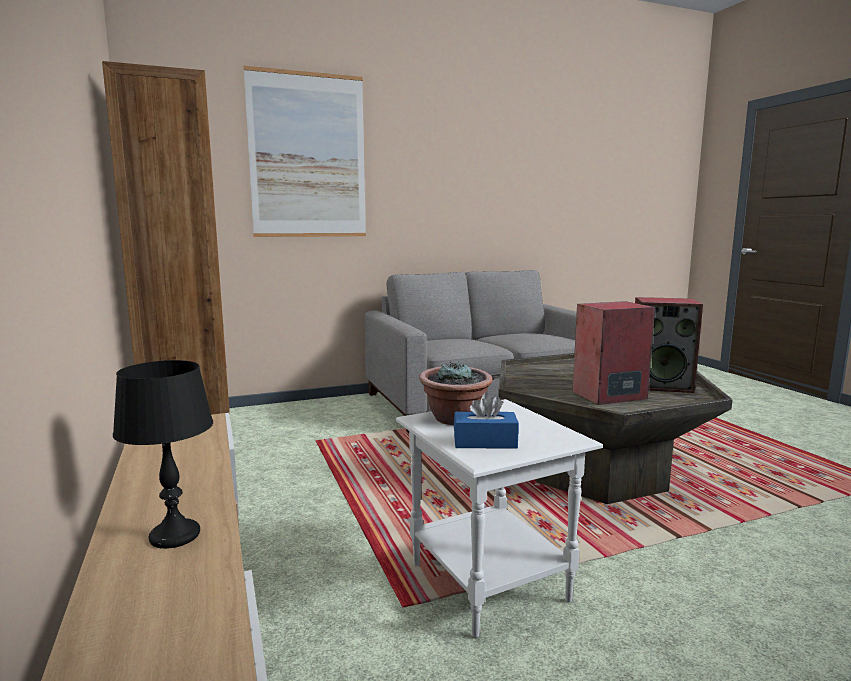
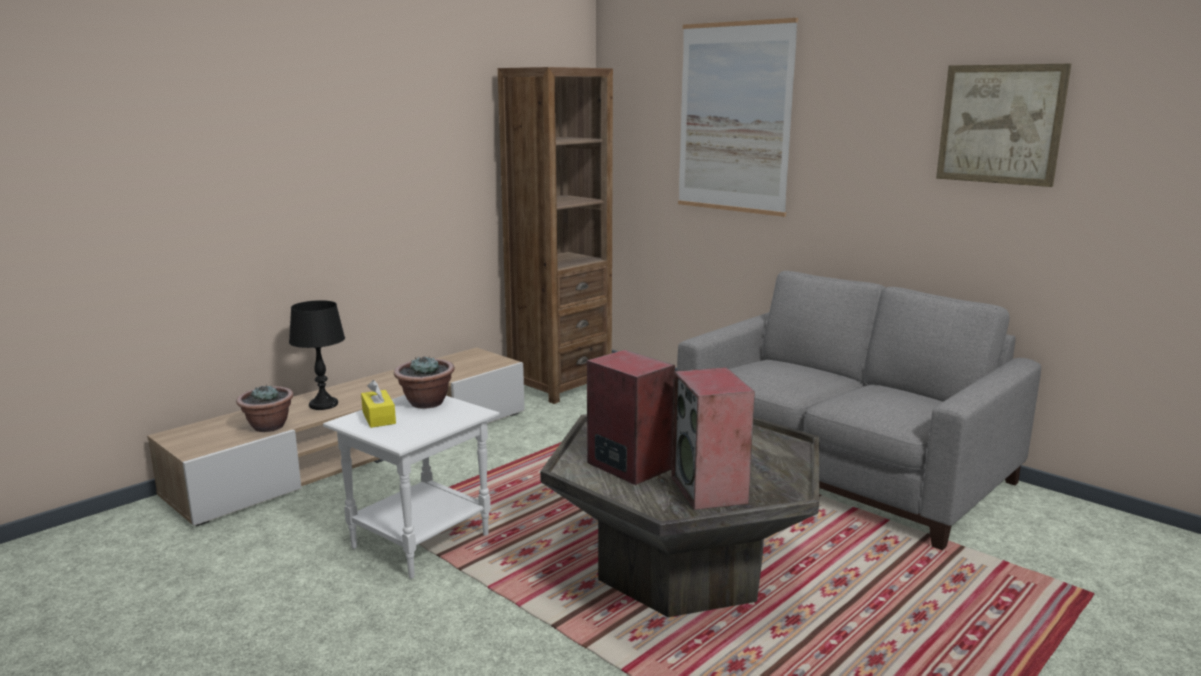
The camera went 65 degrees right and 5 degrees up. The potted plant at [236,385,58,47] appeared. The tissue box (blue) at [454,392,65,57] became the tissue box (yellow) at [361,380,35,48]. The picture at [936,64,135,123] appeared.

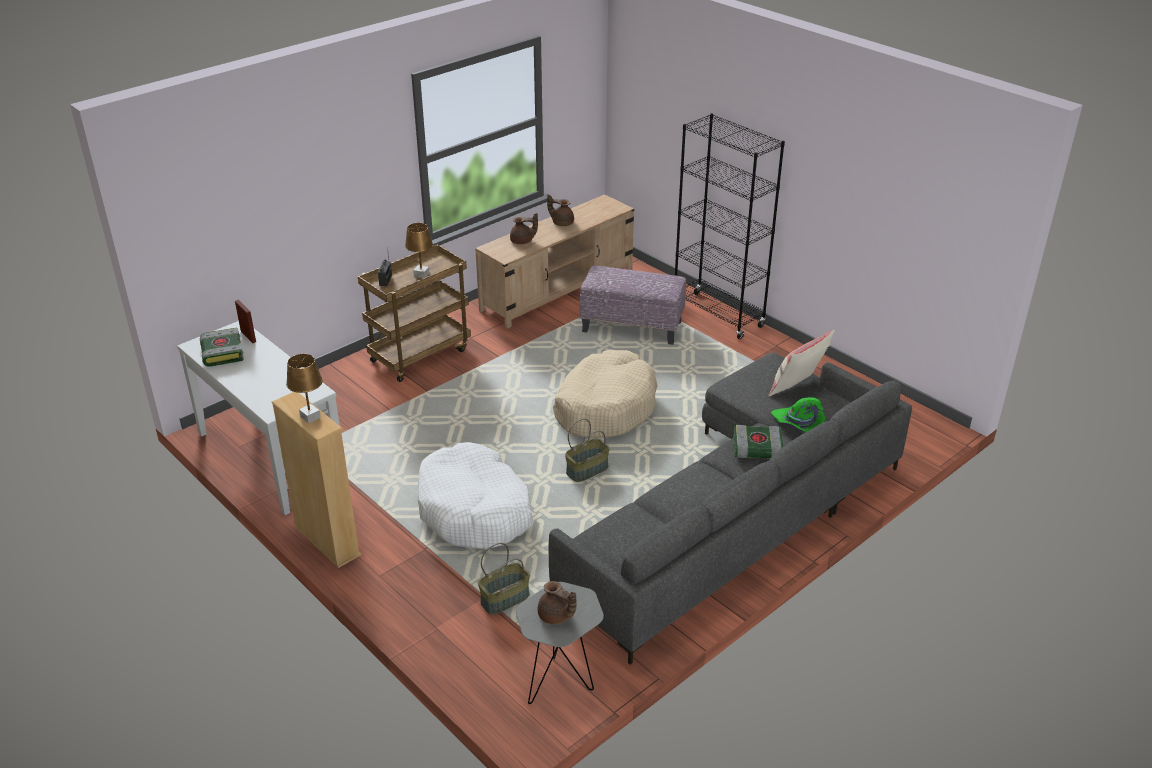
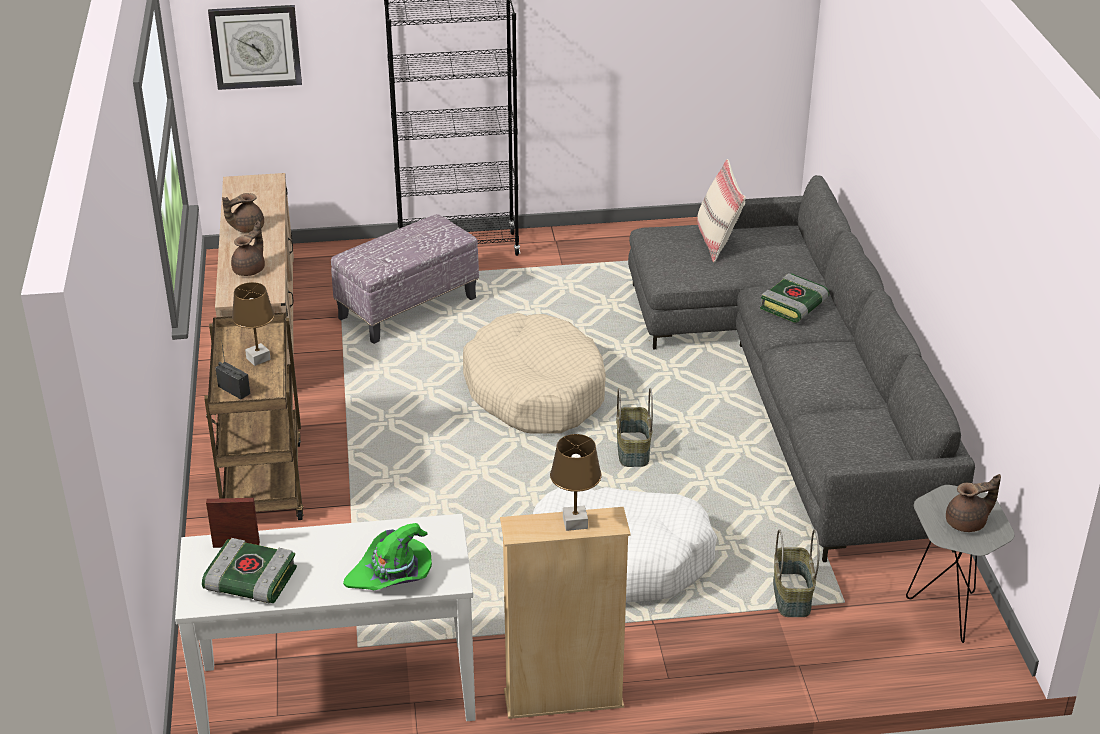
The camera went 55 degrees left and 0 degrees up. The wall clock at [208,5,94,85] appeared. The hat (green) moved from [771,397,54,35] to [343,523,89,67].

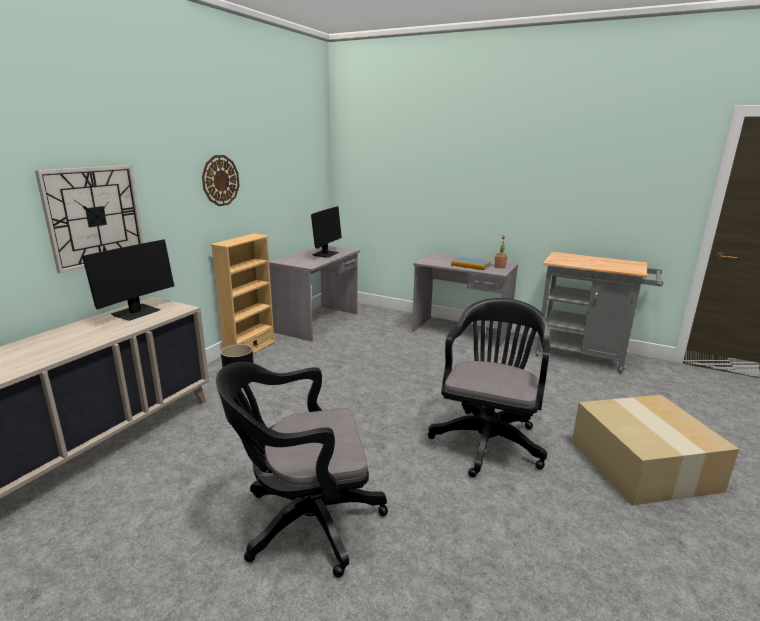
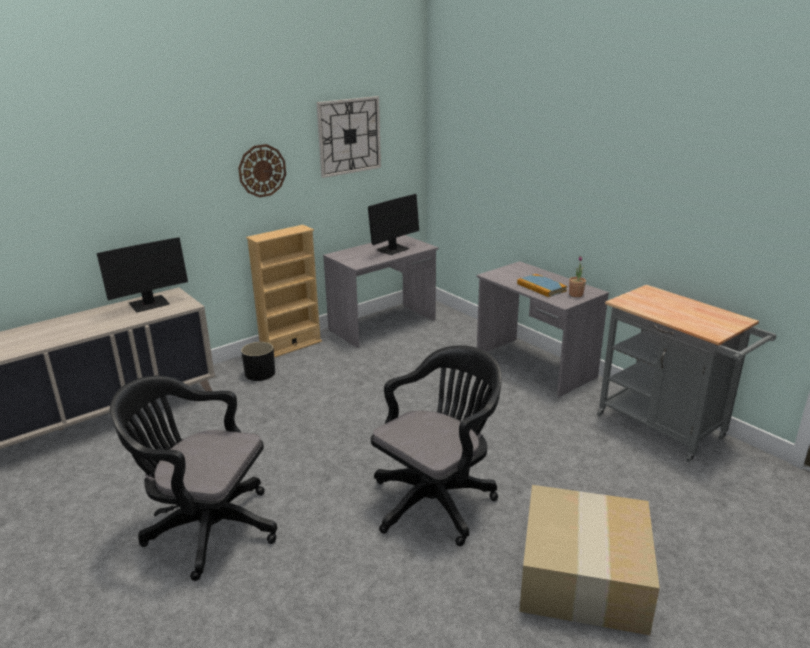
The camera went 25 degrees right and 5 degrees up. The wall clock moved from [35,165,109,108] to [316,96,65,82].

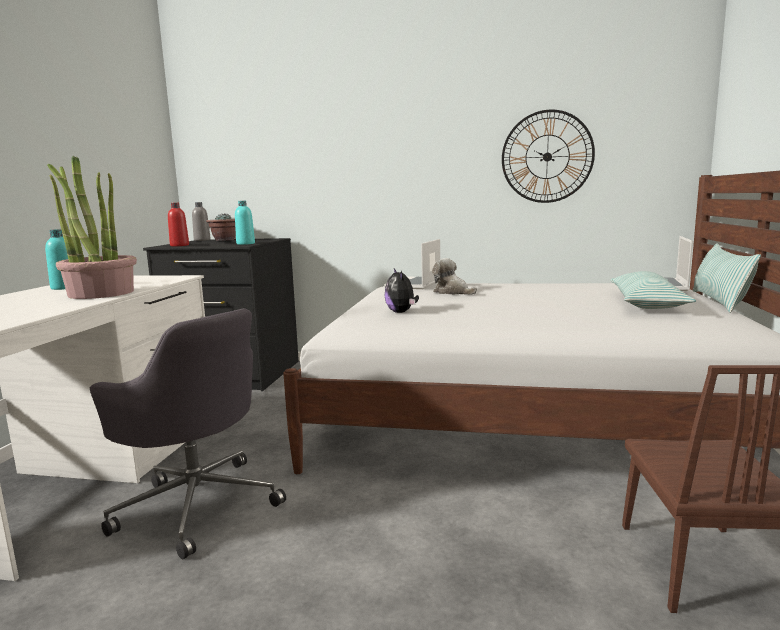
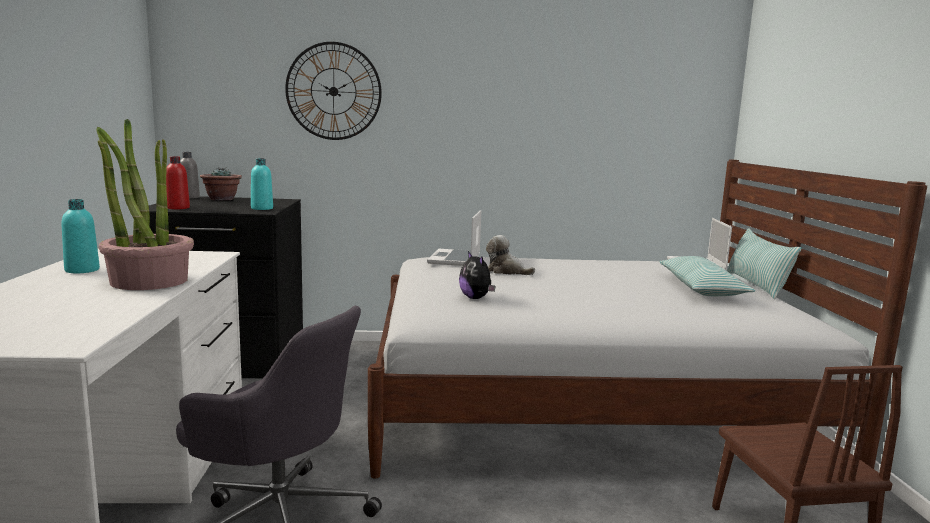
The camera went 15 degrees left and 0 degrees up. The wall clock moved from [502,110,93,93] to [285,42,97,98].

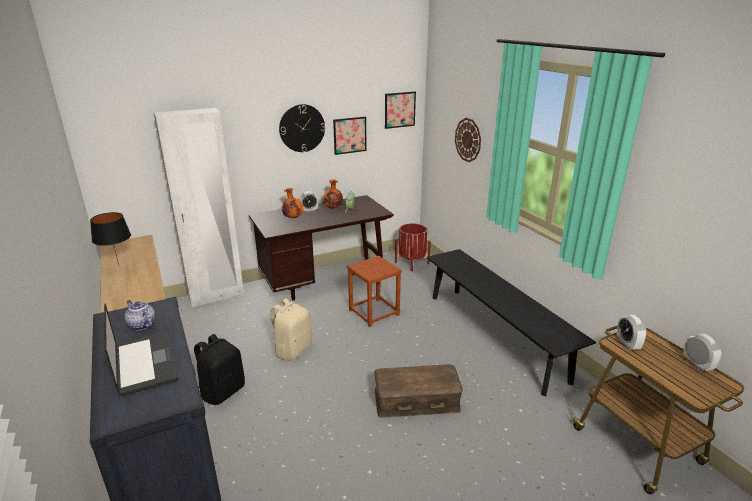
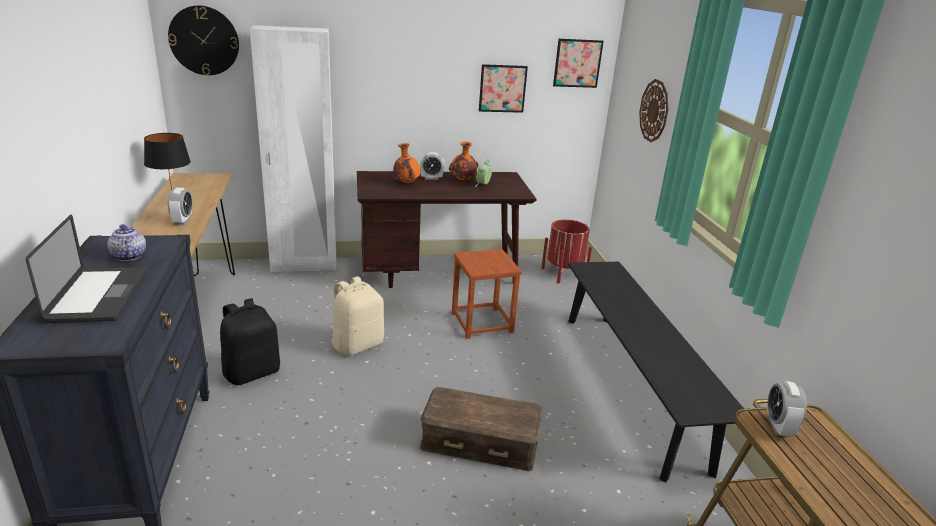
The camera went 15 degrees right and 0 degrees up. The wall clock moved from [279,104,46,48] to [168,5,71,70]. The alarm clock moved from [683,333,38,38] to [168,188,24,37].

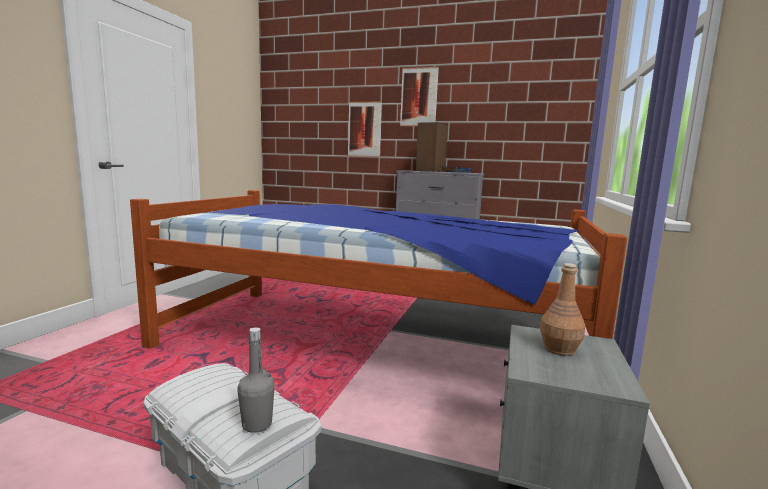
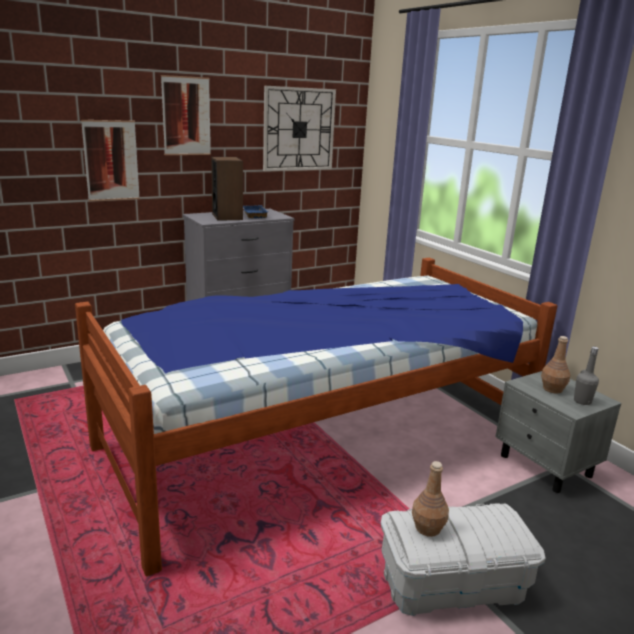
The camera went 50 degrees left and 10 degrees up. The wall clock at [263,86,73,85] appeared. The bottle (brown) at [412,461,37,76] appeared. The bottle (grey) moved from [237,327,38,106] to [574,347,25,58].

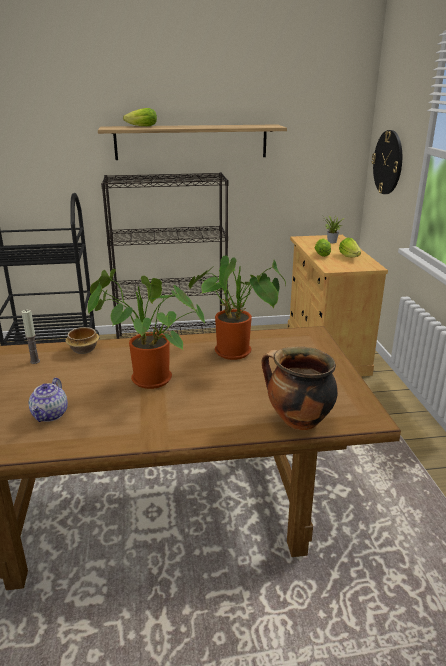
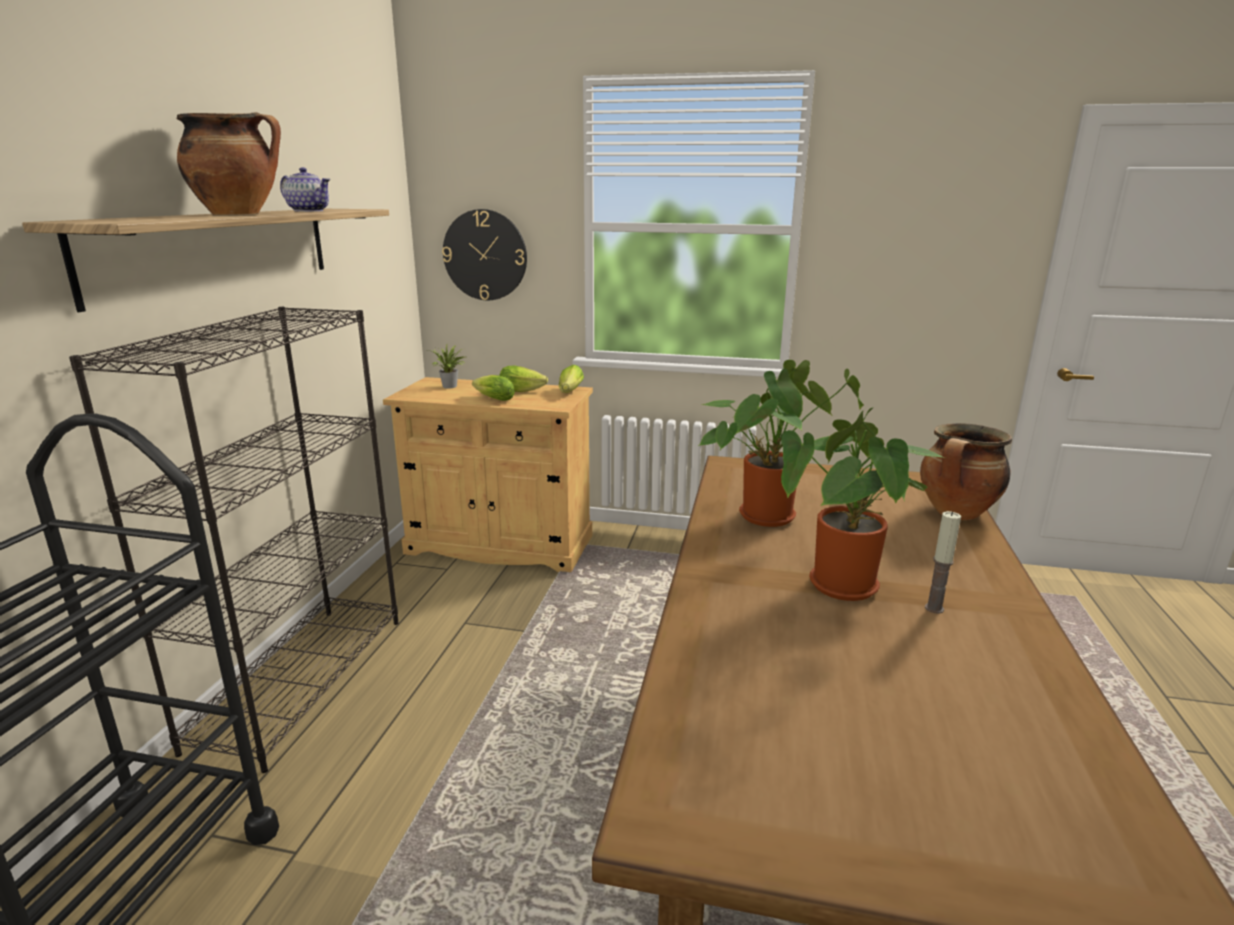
The camera went 70 degrees left and 5 degrees down. The cooking pot at [177,112,104,103] appeared. The teapot moved from [29,378,39,44] to [280,167,50,45]. The lettuce moved from [123,108,34,18] to [559,365,25,28]. The candle moved from [21,310,19,54] to [925,511,36,103]. The bowl at [65,327,34,27] disappeared.

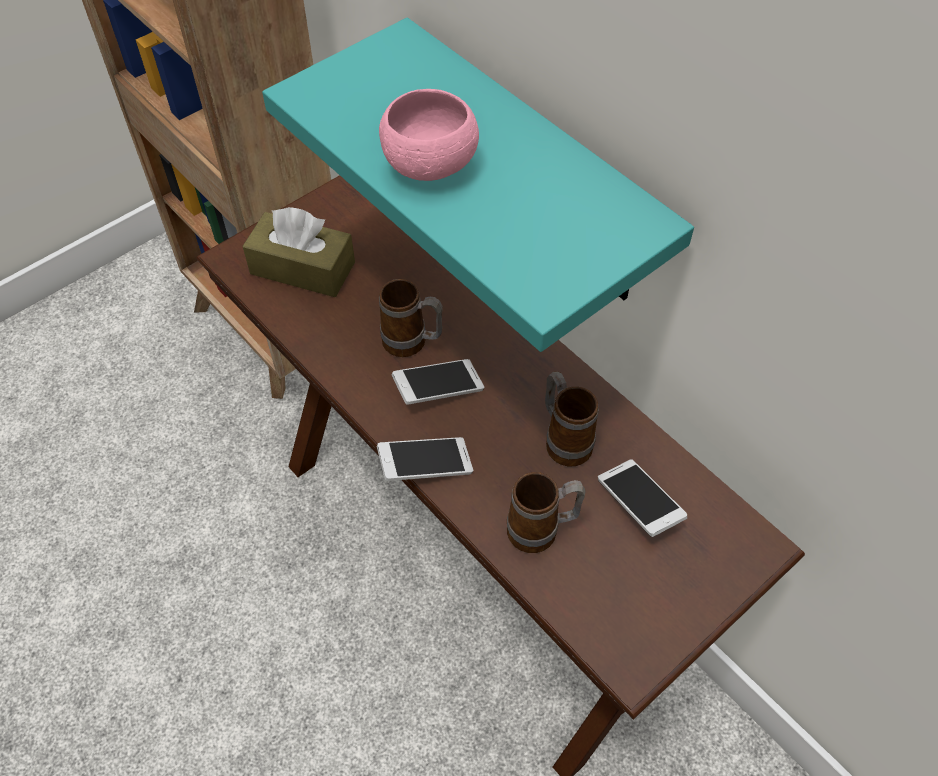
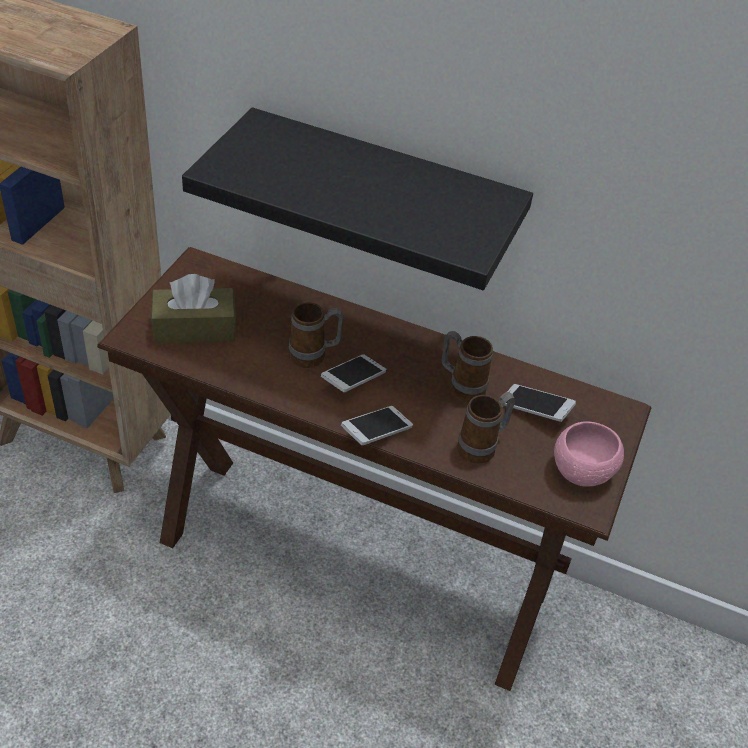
The camera went 30 degrees left and 10 degrees down. The shelf (turquoise) at [262,18,432,334] became the shelf (black) at [182,107,351,183]. The bowl (pink) moved from [379,89,100,92] to [554,421,70,66].

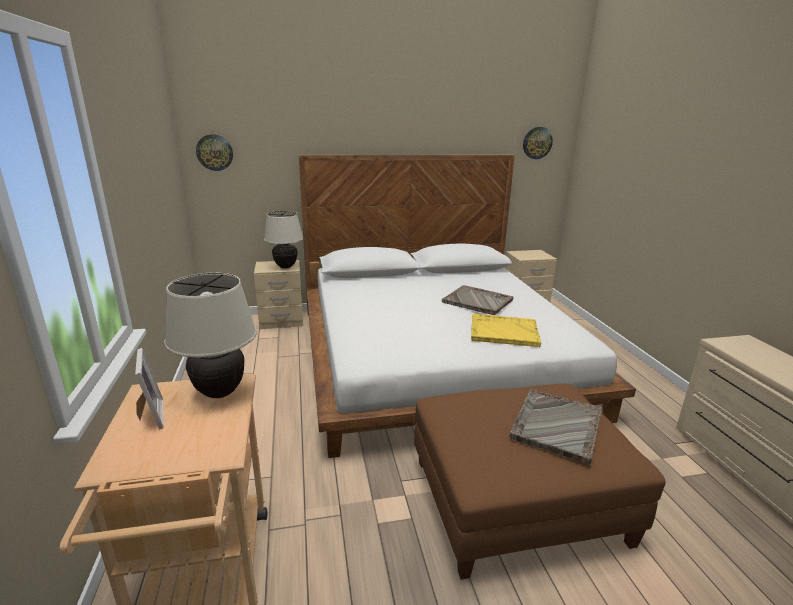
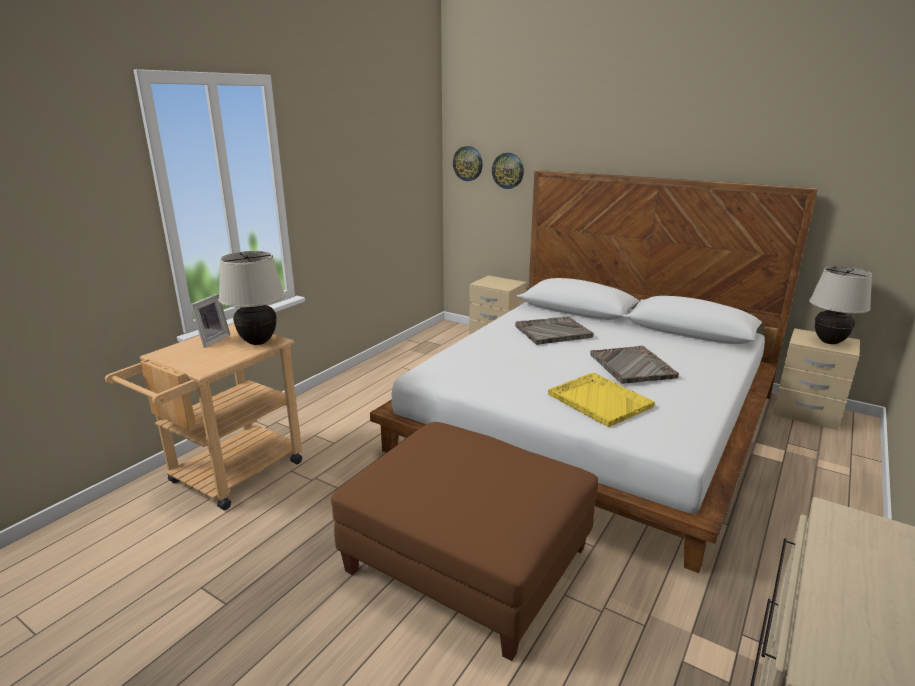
The camera went 45 degrees right and 0 degrees up. The wall clock moved from [523,127,30,32] to [492,153,32,36]. The tray (grey) moved from [510,389,92,75] to [515,316,79,29]. The table lamp (beige) moved from [264,211,39,58] to [809,266,63,78].

